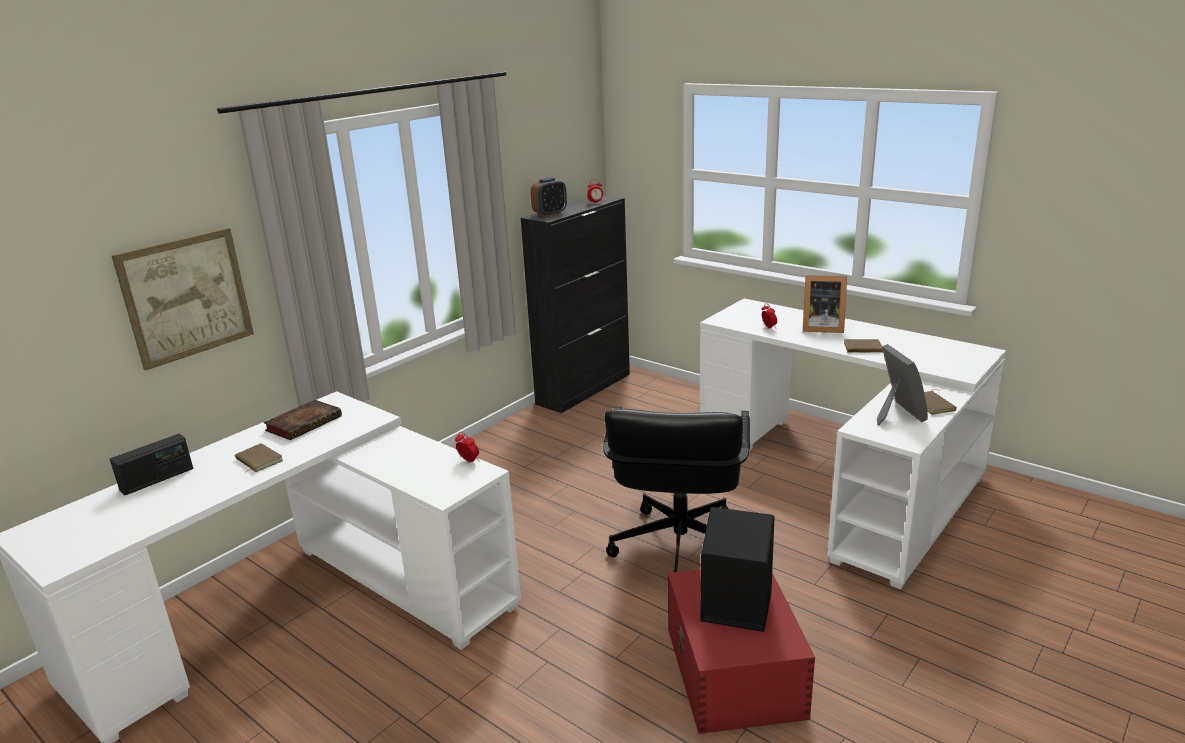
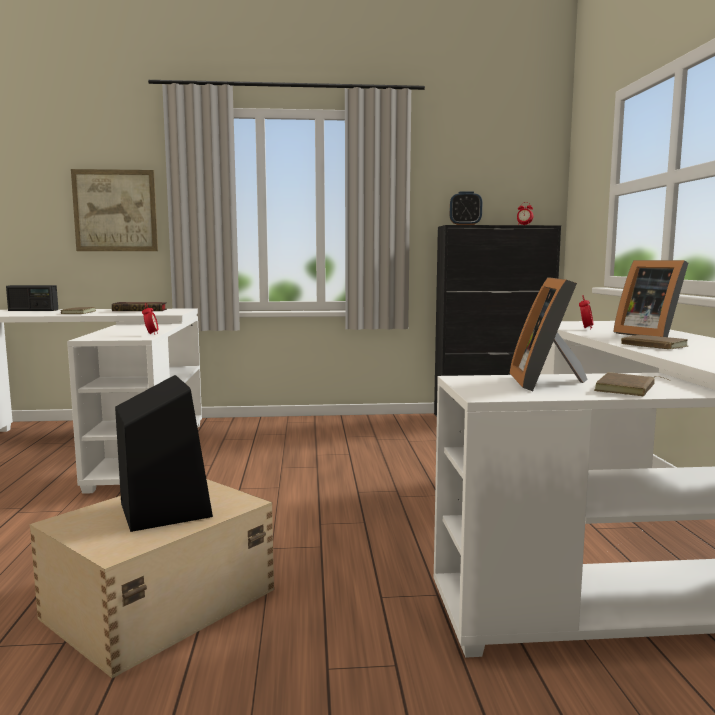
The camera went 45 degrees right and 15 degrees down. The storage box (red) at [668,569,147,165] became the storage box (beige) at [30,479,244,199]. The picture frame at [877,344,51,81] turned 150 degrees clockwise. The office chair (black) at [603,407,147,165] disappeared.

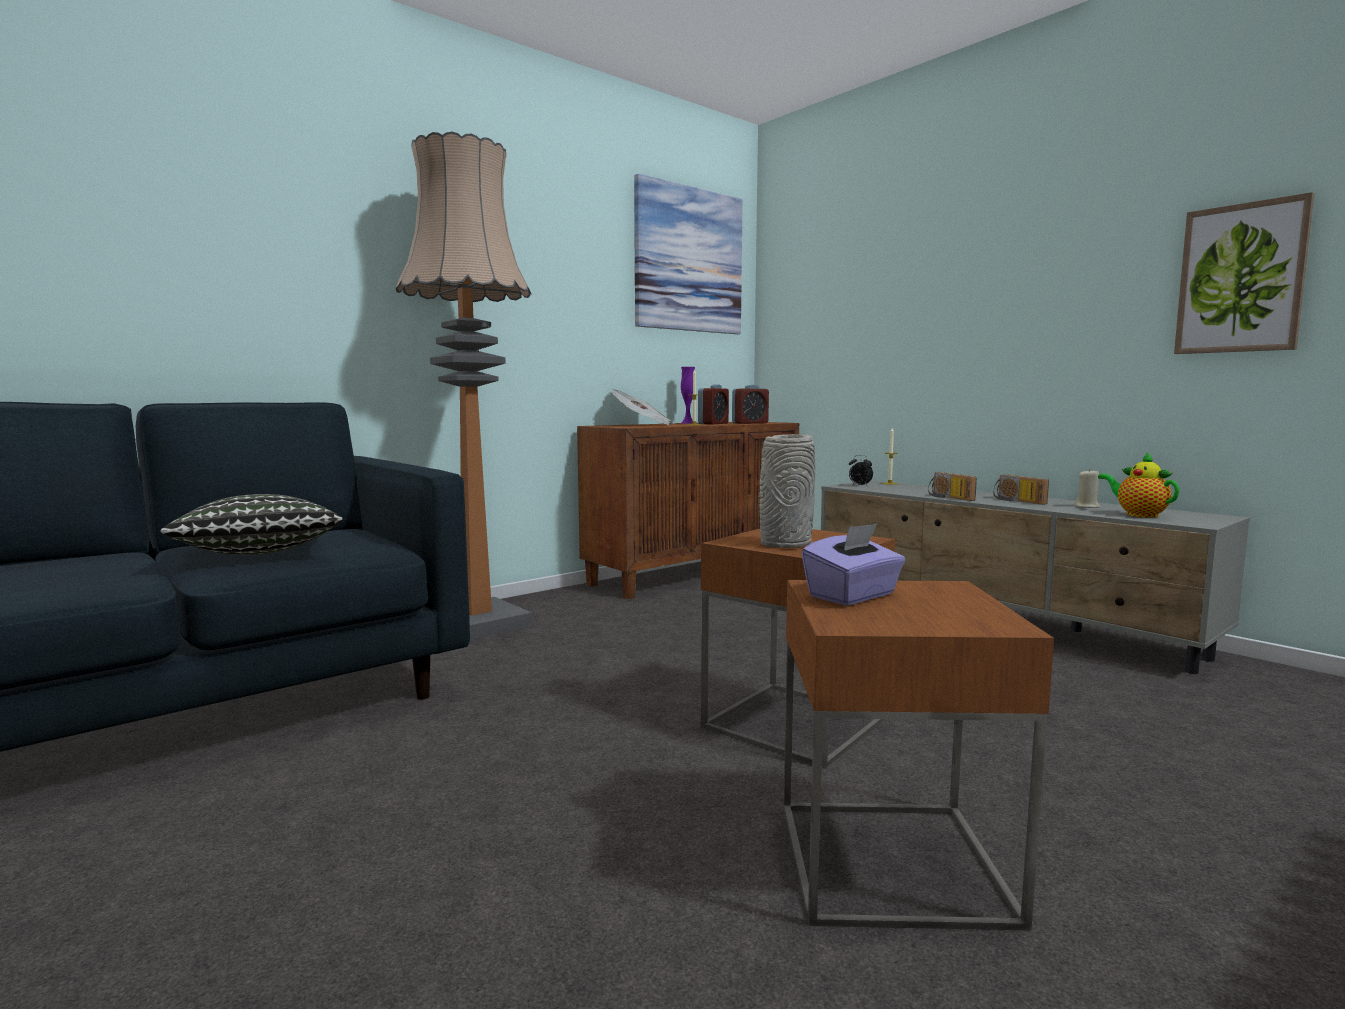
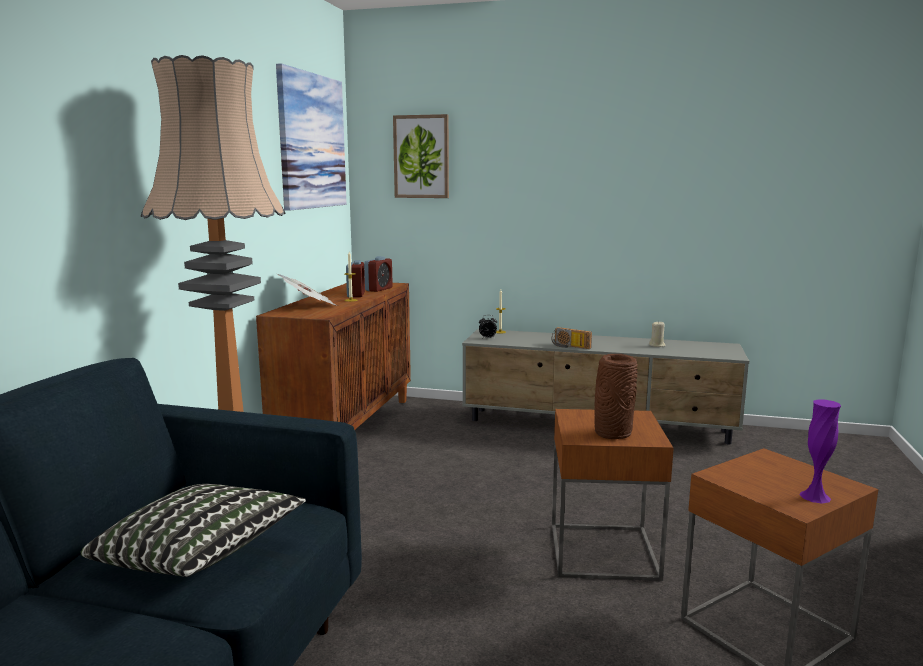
The camera went 35 degrees left and 5 degrees up. The picture moved from [1174,192,140,162] to [393,114,56,84]. The vase (grey) at [759,434,56,114] became the vase (brown) at [594,354,44,85]. The vase (purple) moved from [681,367,14,57] to [800,399,41,105]. The tissue box (purple) at [802,523,103,82] disappeared. The radio at [993,475,56,30] disappeared. The teapot at [1098,452,81,66] disappeared.

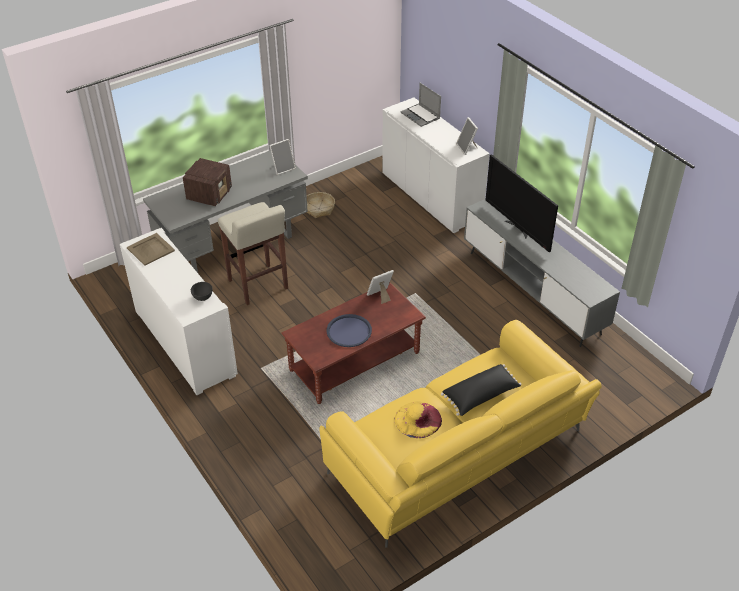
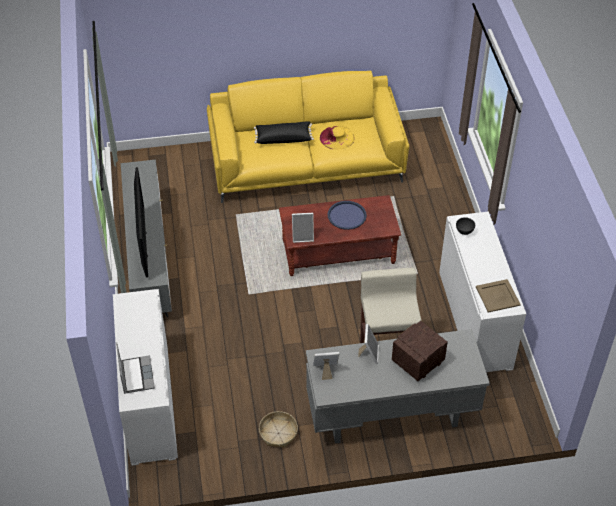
The camera went 155 degrees left and 5 degrees up. The picture frame moved from [456,117,22,38] to [358,324,21,40].

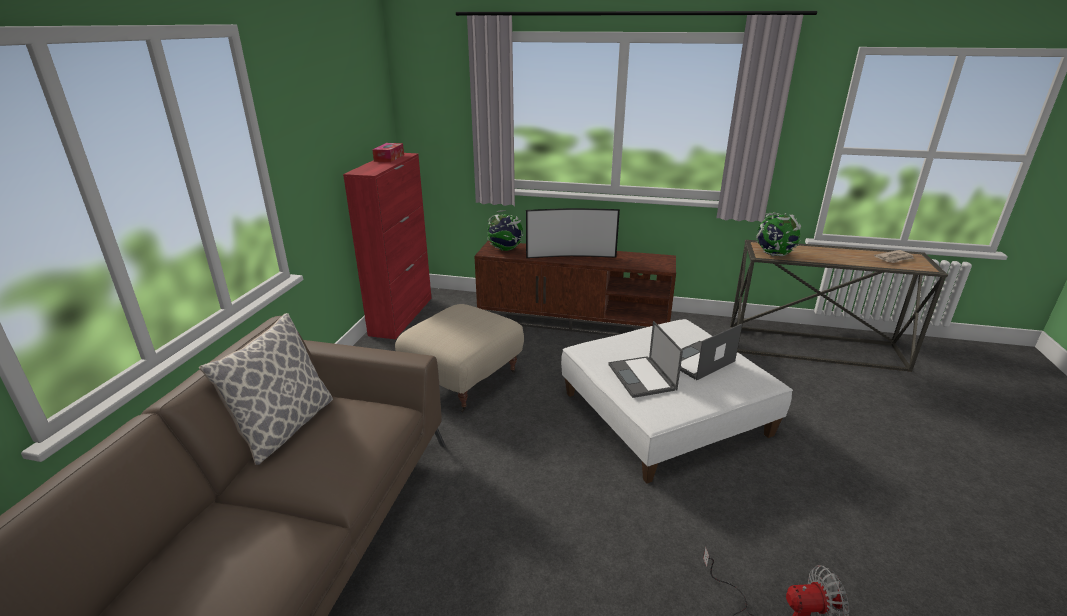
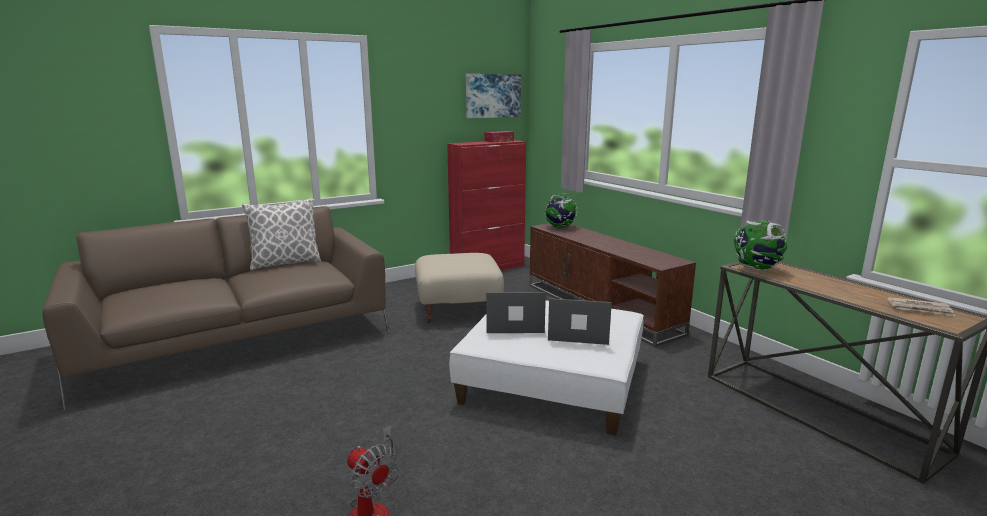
The camera went 45 degrees right and 10 degrees down. The picture at [466,74,55,44] appeared. The laptop at [608,321,75,77] turned 60 degrees clockwise. The television at [526,208,94,50] disappeared.

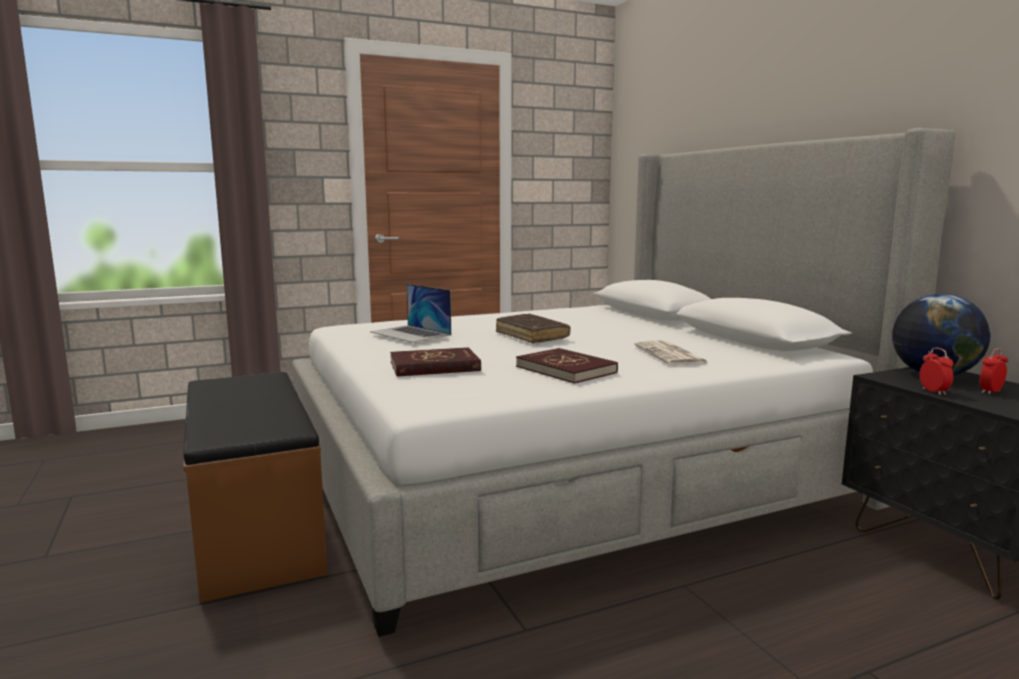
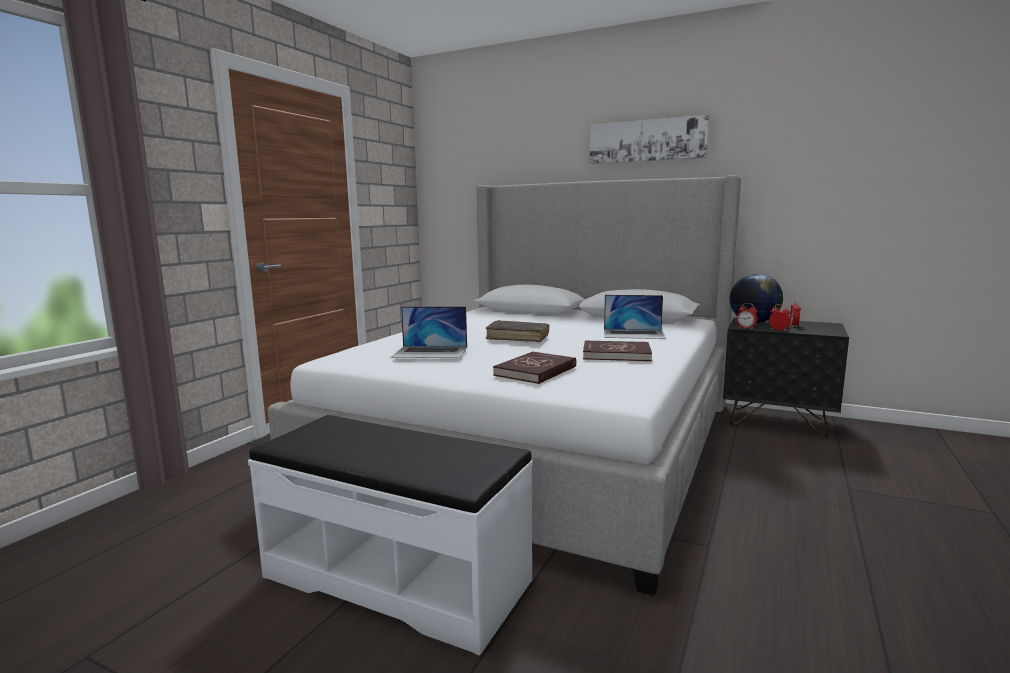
The camera went 40 degrees left and 0 degrees up. The bench (brown) at [183,372,145,230] became the bench (white) at [248,415,284,241]. The picture at [590,115,119,49] appeared. The newspaper at [634,340,76,25] was replaced by the laptop at [604,295,62,44]. The alarm clock at [737,303,20,26] appeared.

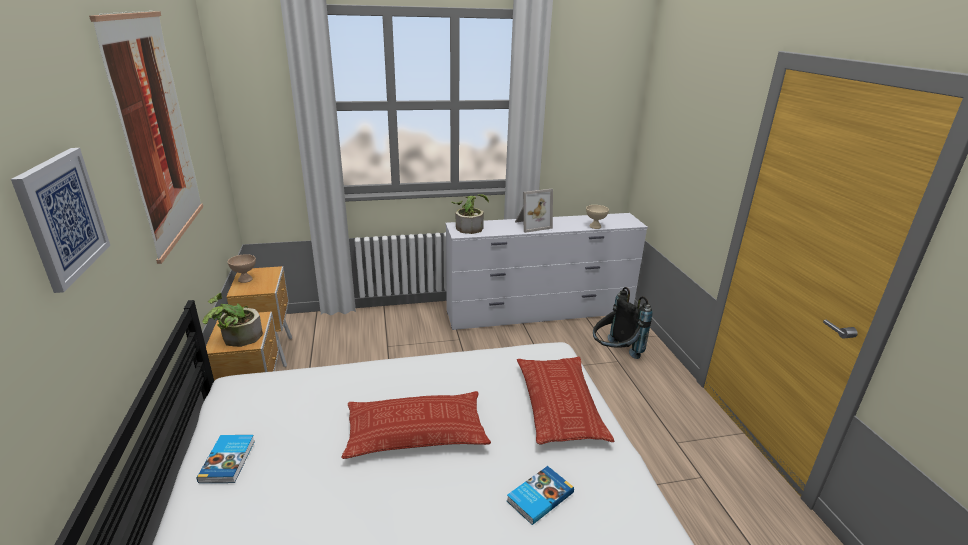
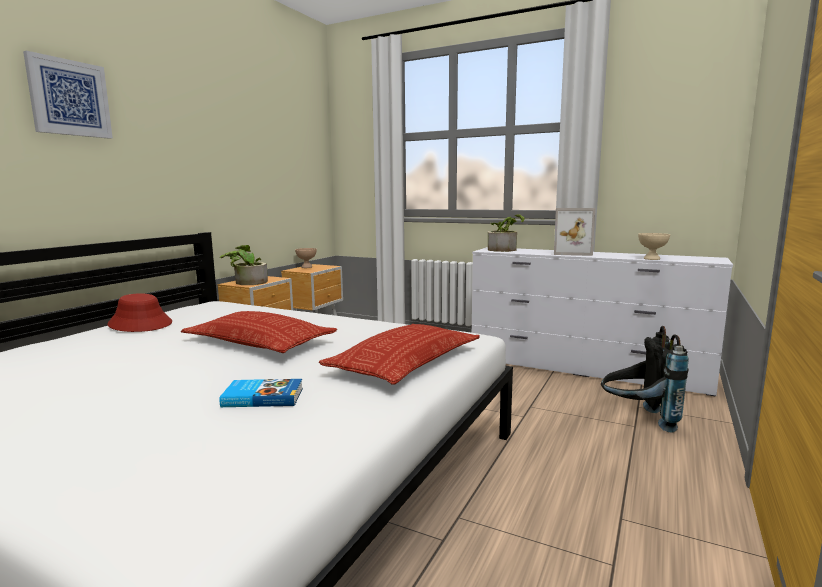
The camera went 40 degrees right and 15 degrees down. The book at [197,435,58,48] was replaced by the hat (red) at [107,293,65,39]. The picture at [89,11,114,253] disappeared.

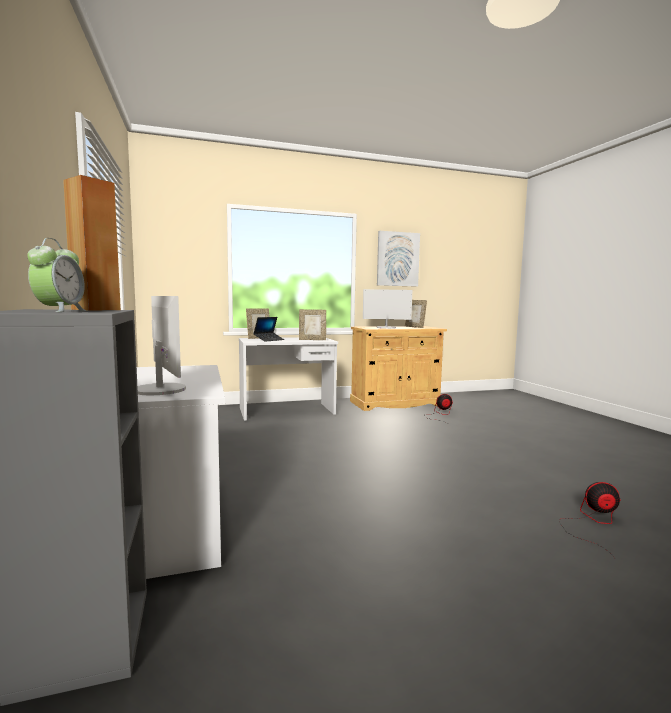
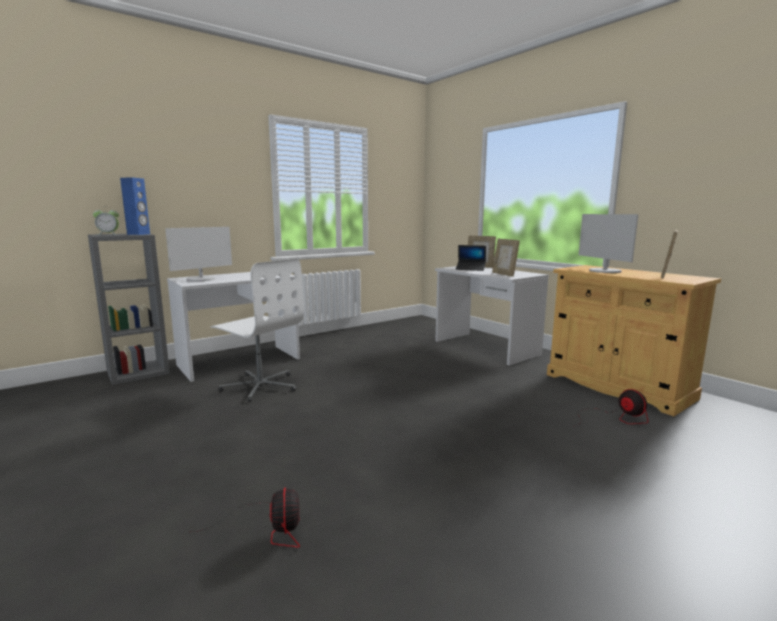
The camera went 70 degrees right and 5 degrees up. The speaker (brown) at [63,175,58,136] became the speaker (blue) at [120,178,30,57]. The office chair (white) at [210,259,94,143] appeared. The picture at [377,231,43,56] disappeared.

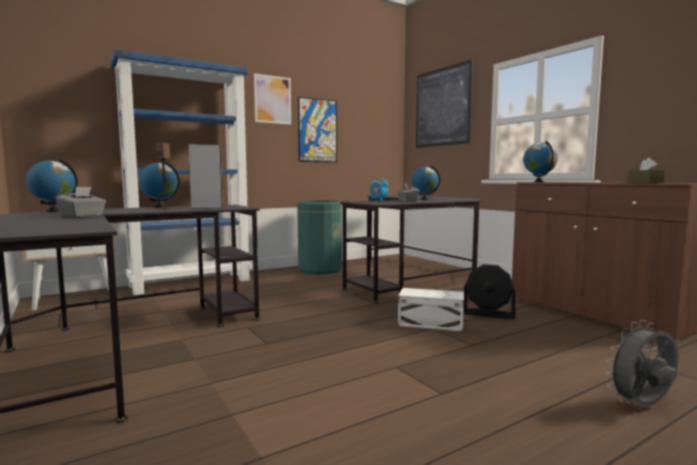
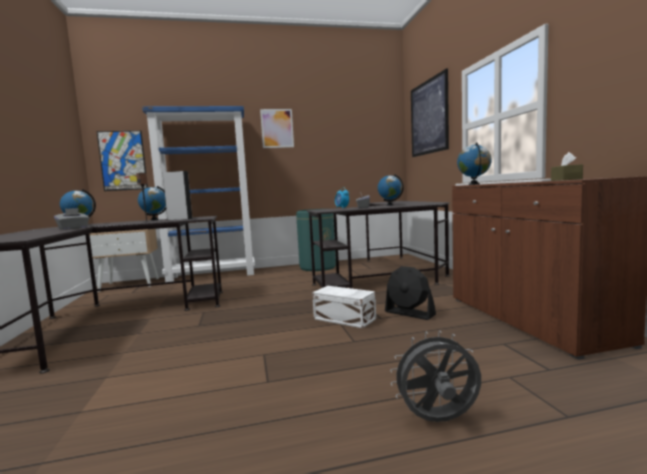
The camera went 20 degrees right and 0 degrees up. The picture moved from [298,97,39,66] to [97,131,51,60].

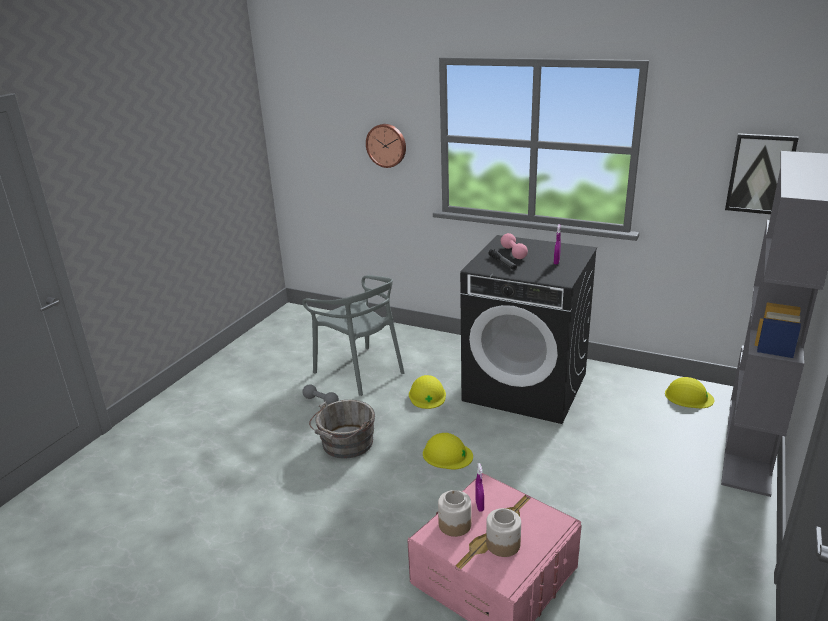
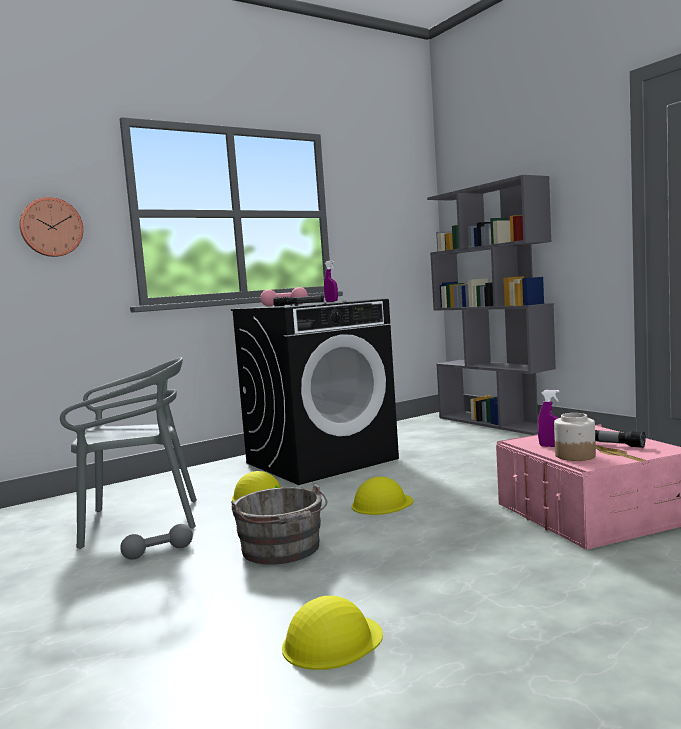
The camera went 60 degrees left and 20 degrees down. The hard hat (yellow) moved from [665,377,49,31] to [282,596,101,74]. The jar at [486,508,35,49] was replaced by the flashlight at [595,430,51,18]. The picture at [725,133,74,81] disappeared.

